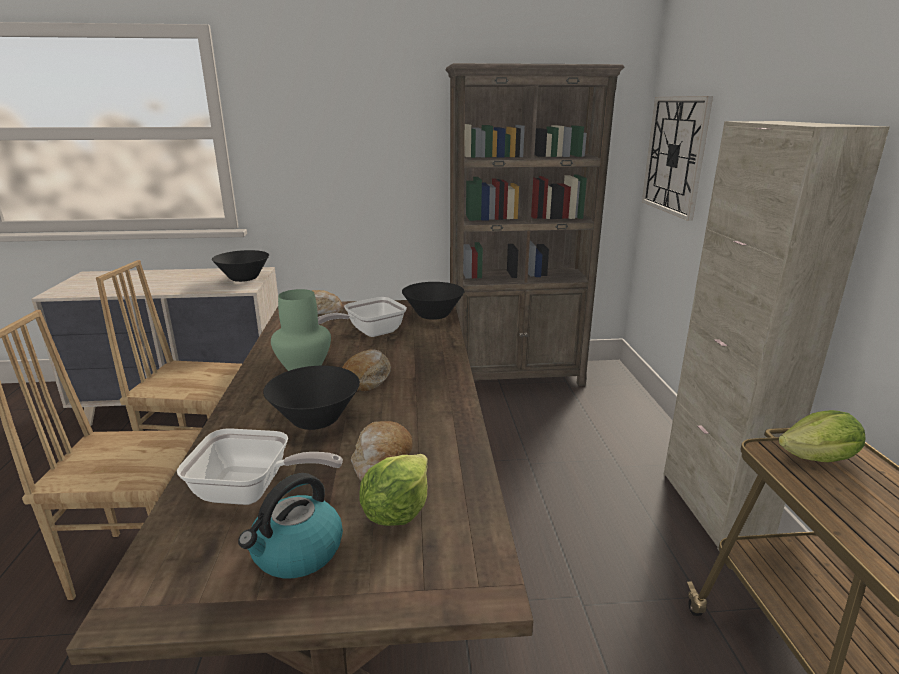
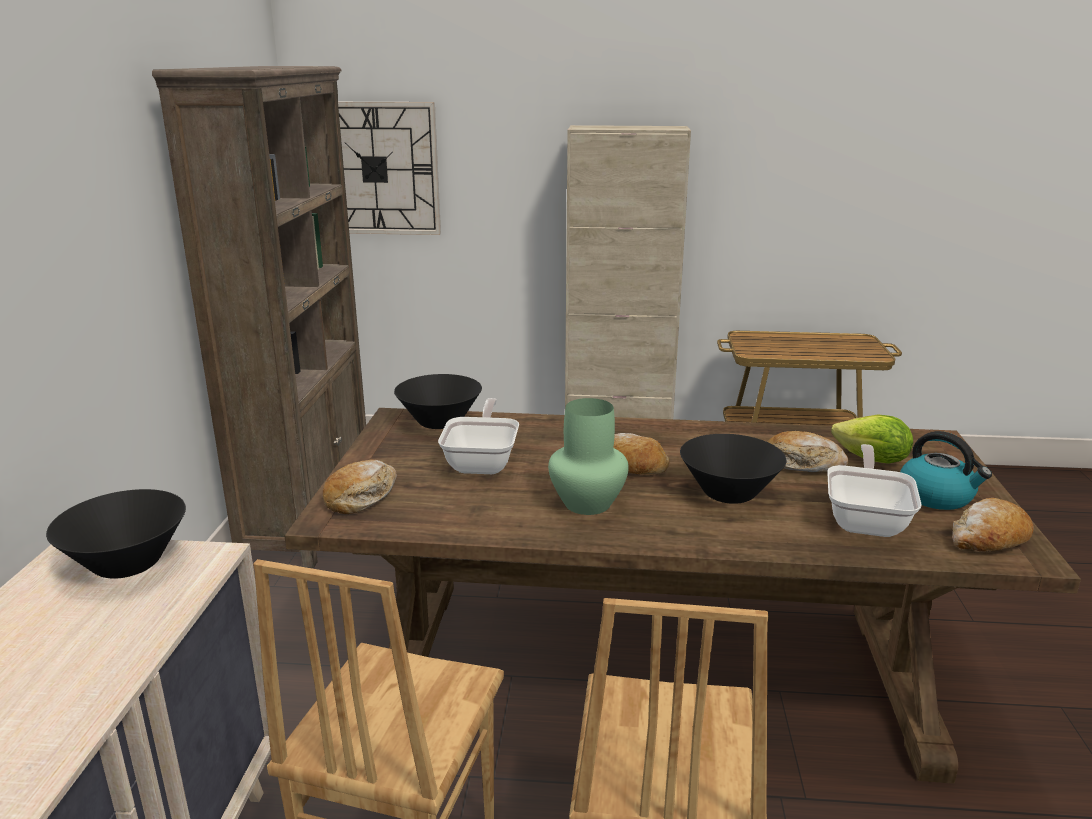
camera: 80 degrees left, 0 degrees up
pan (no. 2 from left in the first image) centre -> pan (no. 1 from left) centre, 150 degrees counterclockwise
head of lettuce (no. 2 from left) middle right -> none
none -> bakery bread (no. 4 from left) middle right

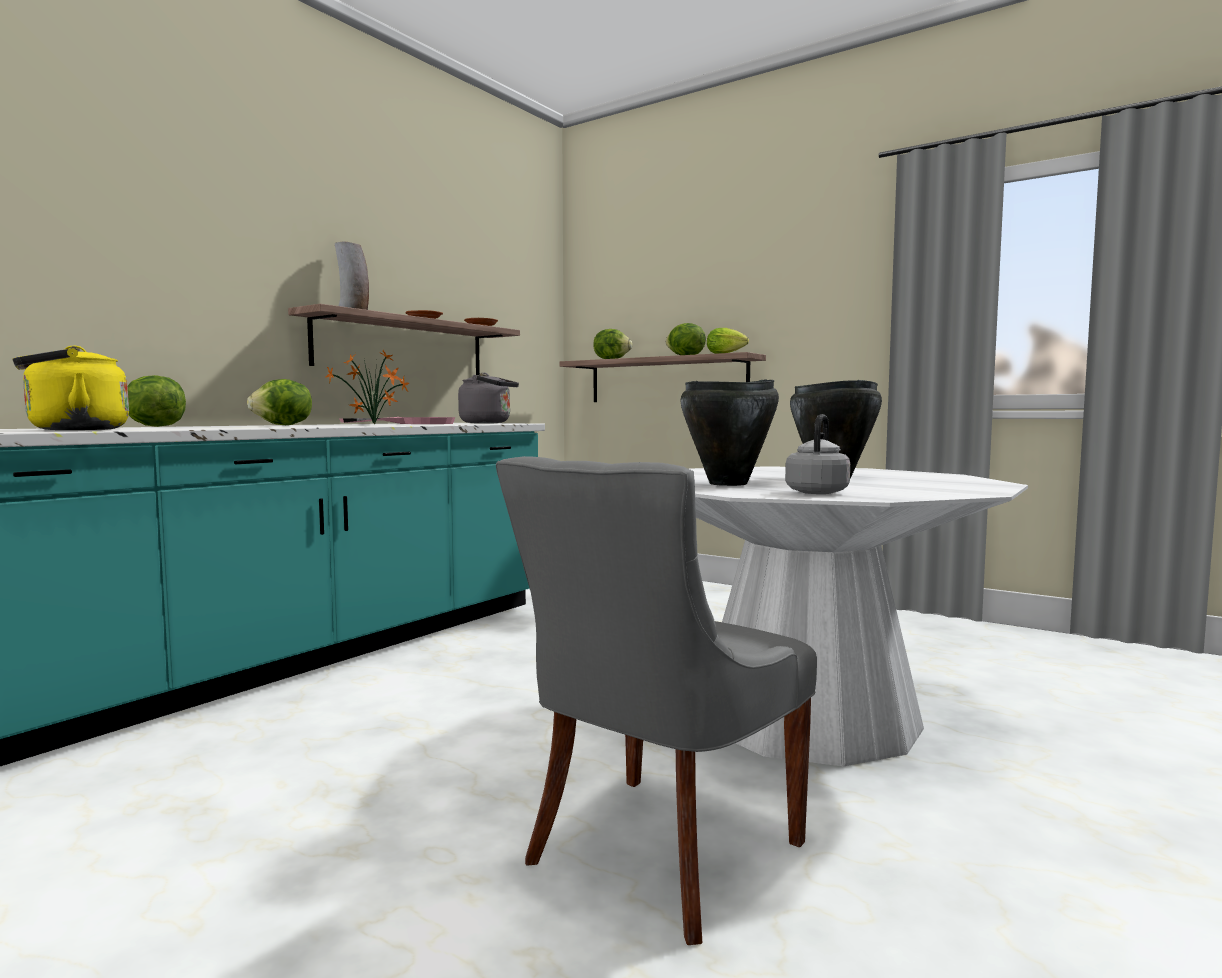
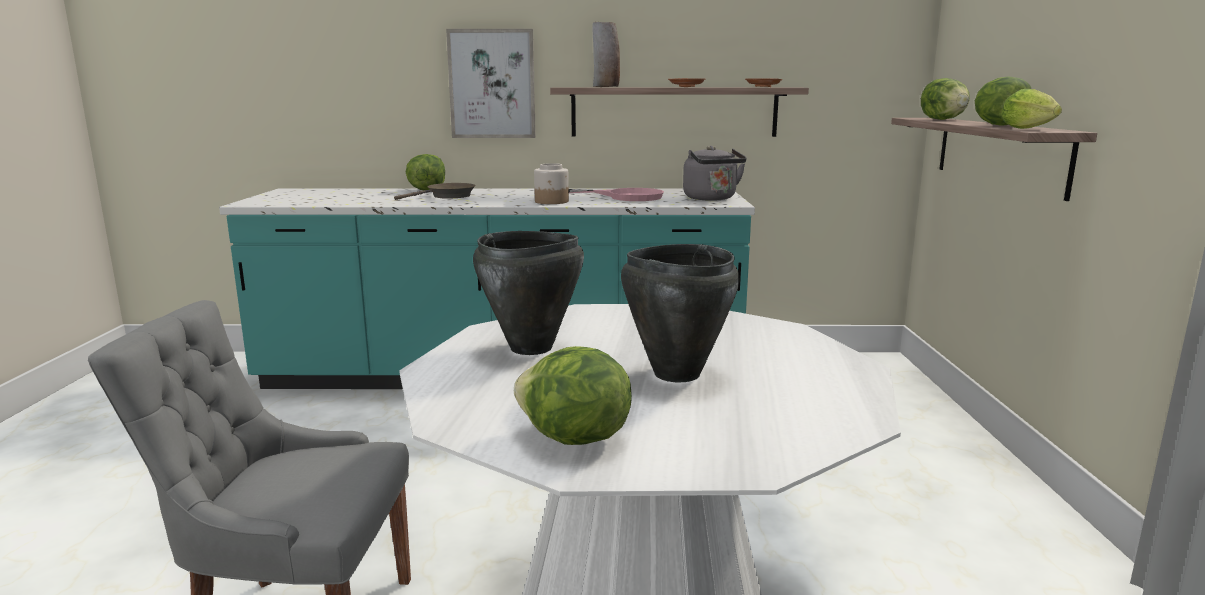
camera: 55 degrees right, 10 degrees up
yellowish tea kettle middle left -> none
head of lettuce (no. 2 from left) middle left -> head of lettuce (no. 2 from left) centre, shifted
plant in a pot middle left -> storage jar top centre
grey tea kettle (no. 2 from left) middle right -> none
none -> brown pan top centre
none -> picture top centre

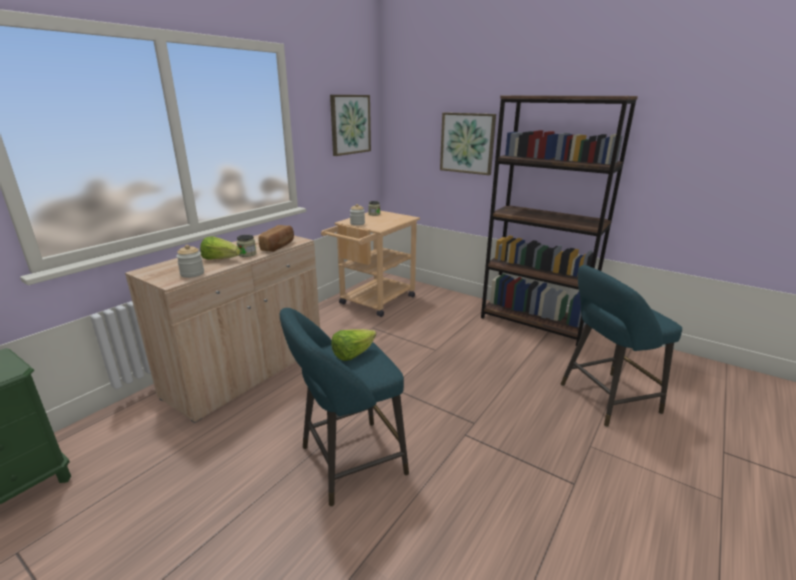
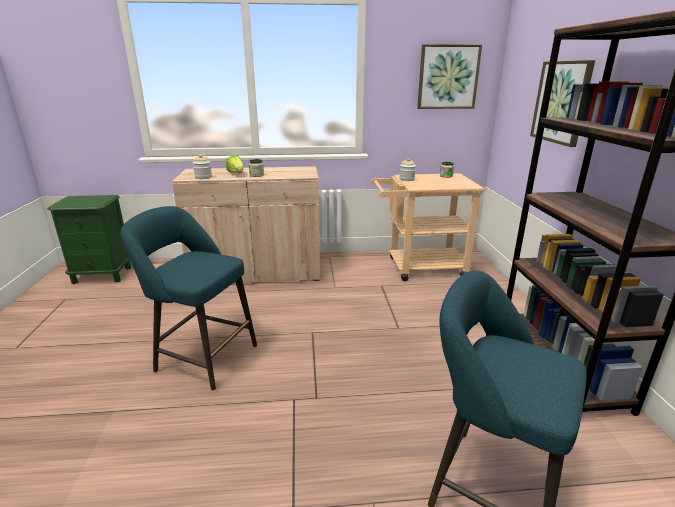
camera: 50 degrees right, 0 degrees up
bakery bread centre -> none
head of lettuce (no. 2 from left) centre -> none

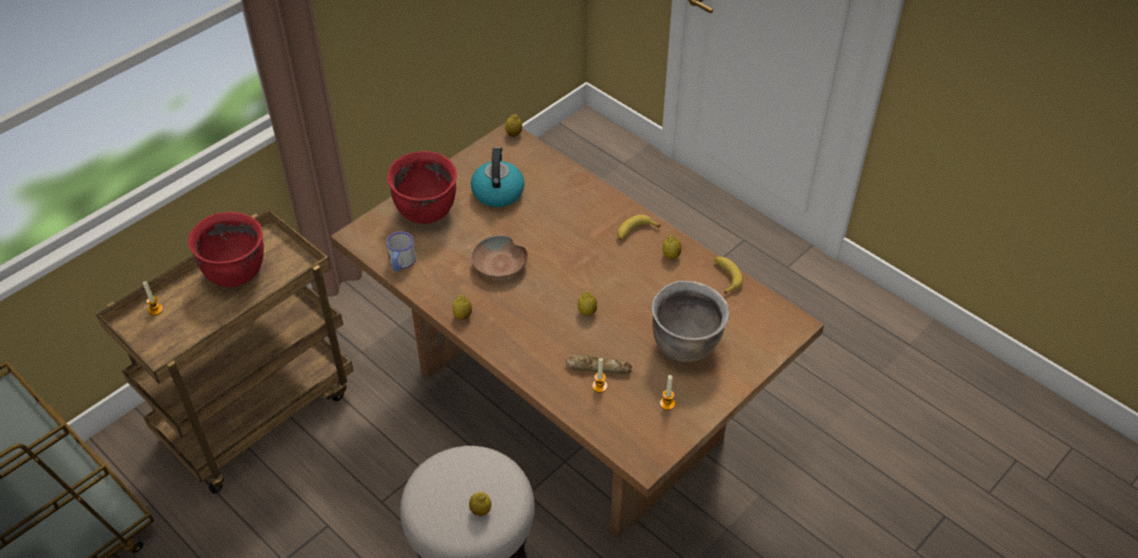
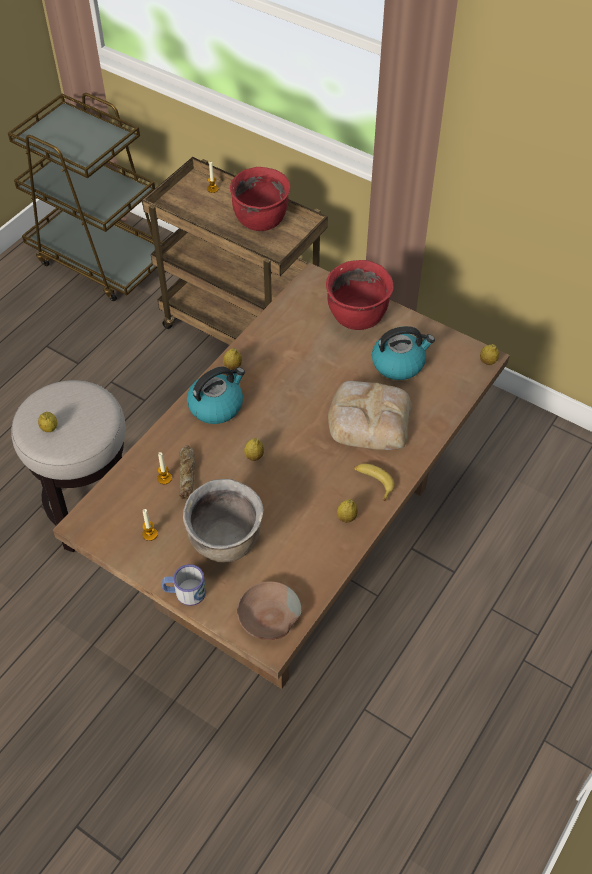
camera: 80 degrees right, 5 degrees up
coffee mug centre -> coffee mug bottom left, shifted
brown deep dish centre -> brown deep dish bottom centre, shifted
whole banana (no. 2 from left) centre -> none
none -> tea kettle (no. 1 from left) centre
none -> bakery bread (no. 2 from left) centre

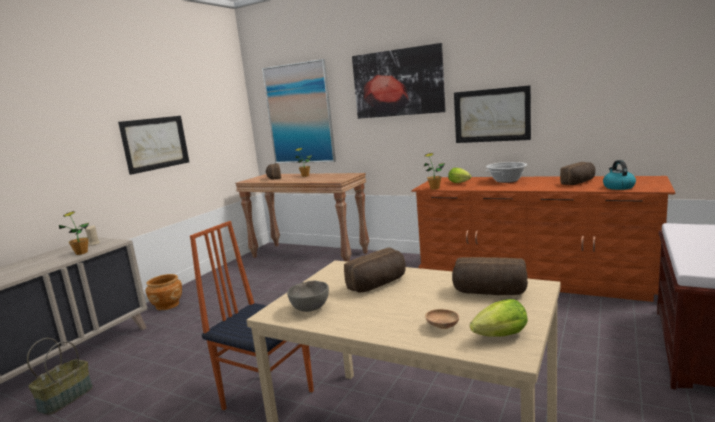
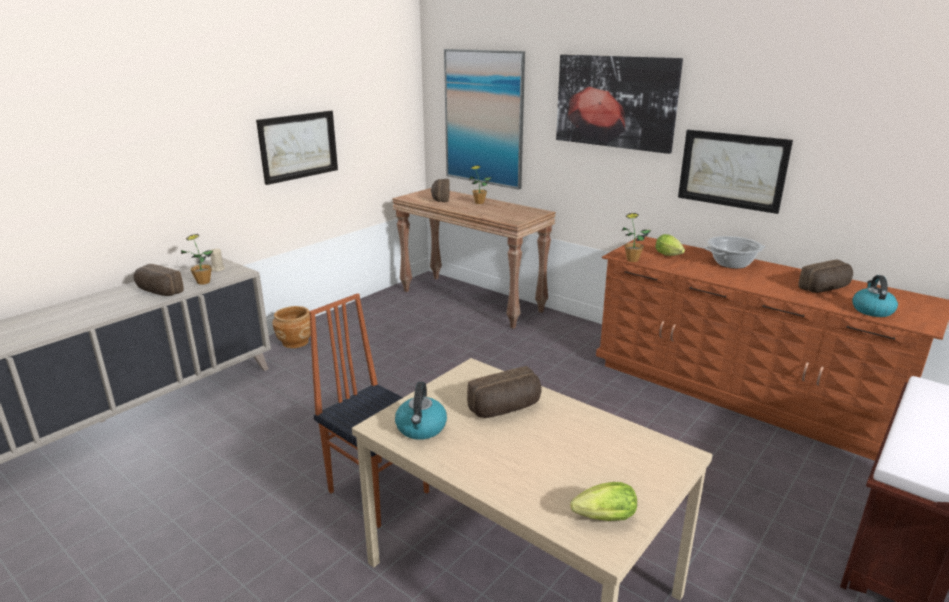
camera: 10 degrees right, 10 degrees up
household basket bottom left -> none
grey deep dish bottom centre -> tea kettle (no. 1 from left) bottom centre
brown deep dish bottom centre -> none
bakery bread (no. 3 from left in the first image) middle right -> bakery bread (no. 1 from left) middle left, shifted

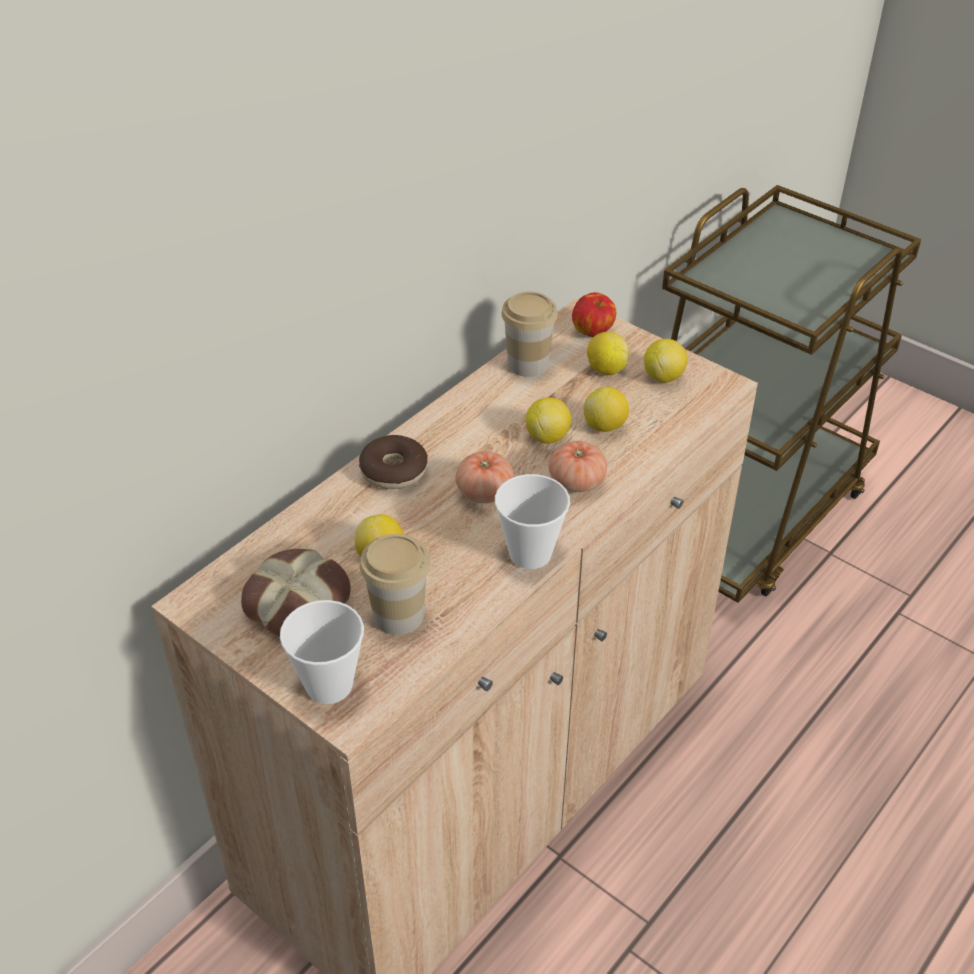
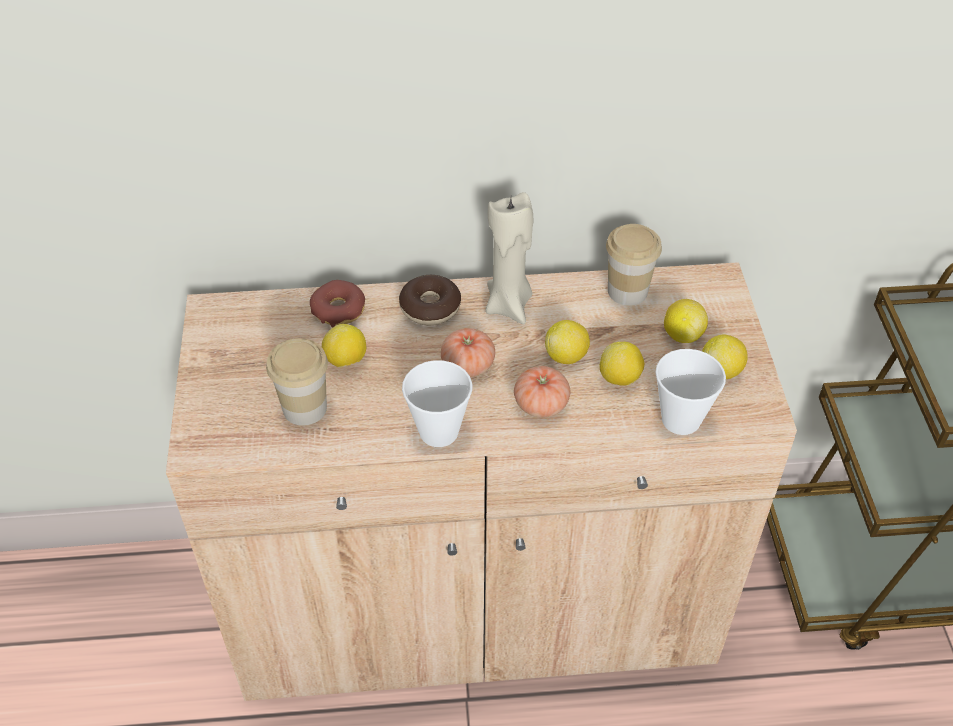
camera: 45 degrees right, 5 degrees up
bakery bread middle left -> none
small cup (no. 1 from left in the first image) bottom left -> small cup (no. 4 from left) middle right, shifted
apple top centre -> none
none -> doughnut (no. 1 from left) centre
none -> beige-coloured candle centre

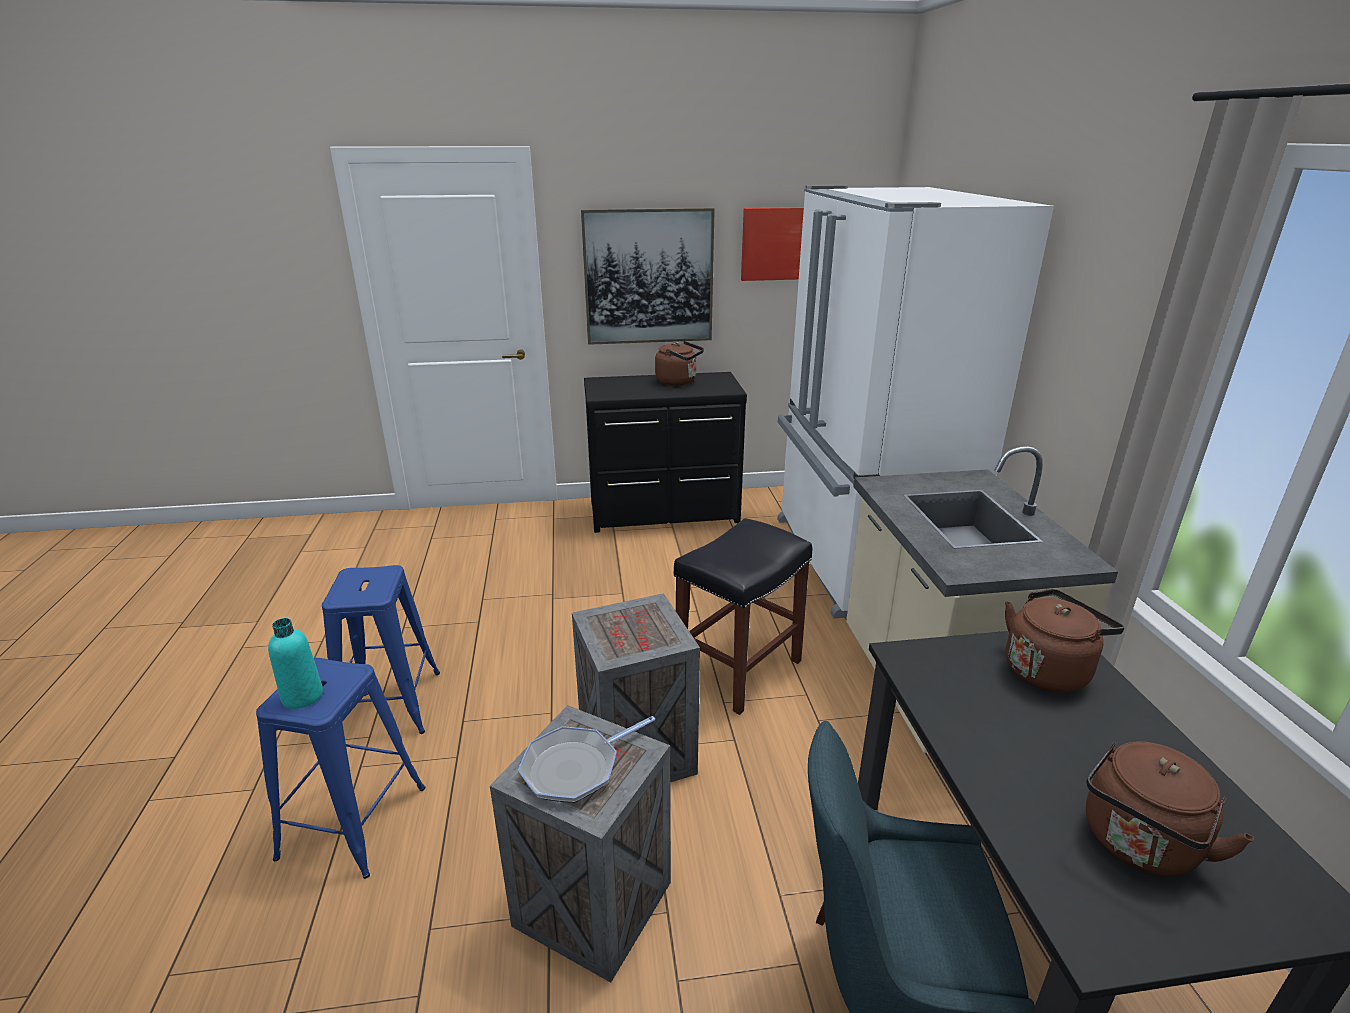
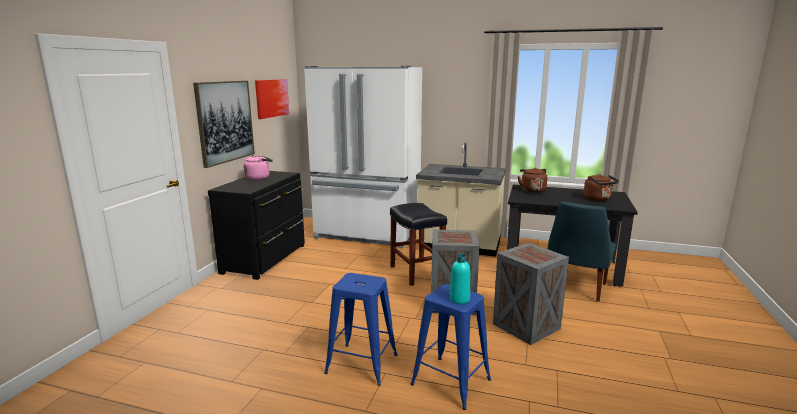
camera: 65 degrees left, 10 degrees down
pan bottom centre -> none
brown tea kettle (no. 1 from left) centre -> pinkish tea kettle middle left

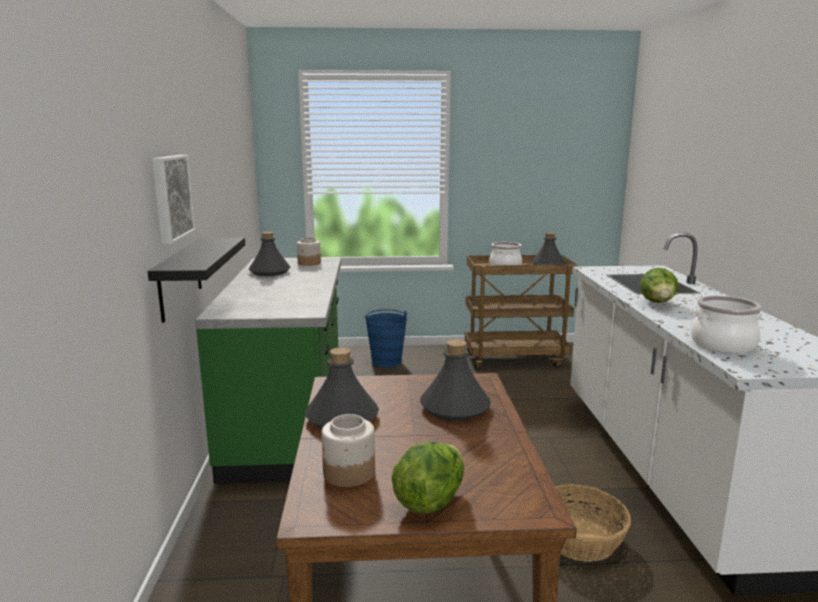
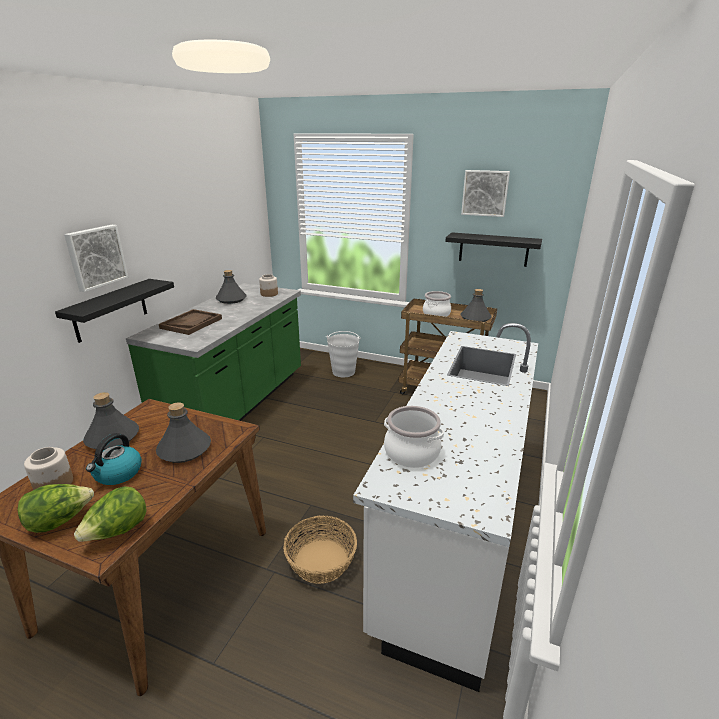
camera: 25 degrees right, 10 degrees up
blue-coloured pail centre -> white pail centre
head of lettuce (no. 2 from left) middle right -> head of lettuce (no. 2 from left) bottom left, shifted
none -> tea kettle middle left
none -> brown serving tray middle left
none -> black bracket shelf (no. 2 from left) middle right
none -> picture (no. 2 from left) top right

